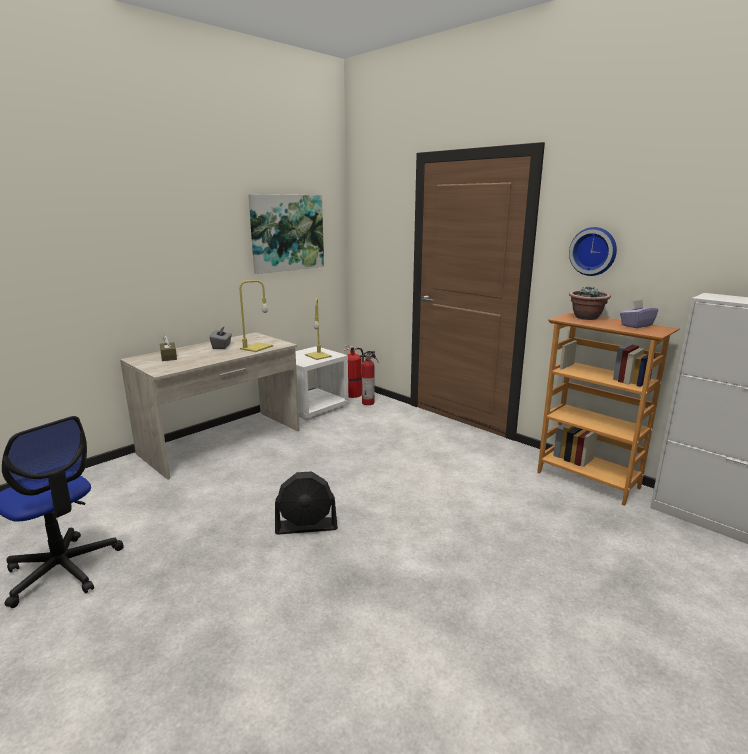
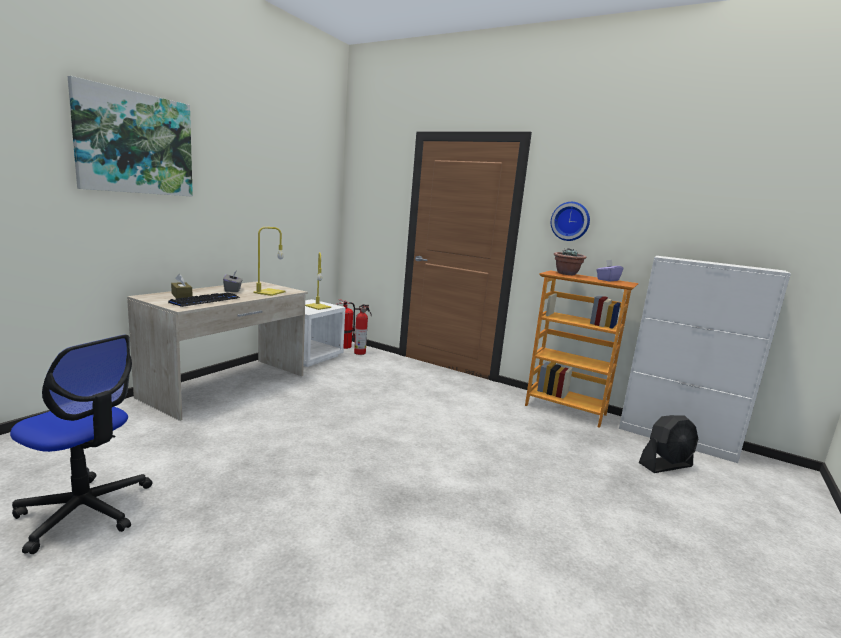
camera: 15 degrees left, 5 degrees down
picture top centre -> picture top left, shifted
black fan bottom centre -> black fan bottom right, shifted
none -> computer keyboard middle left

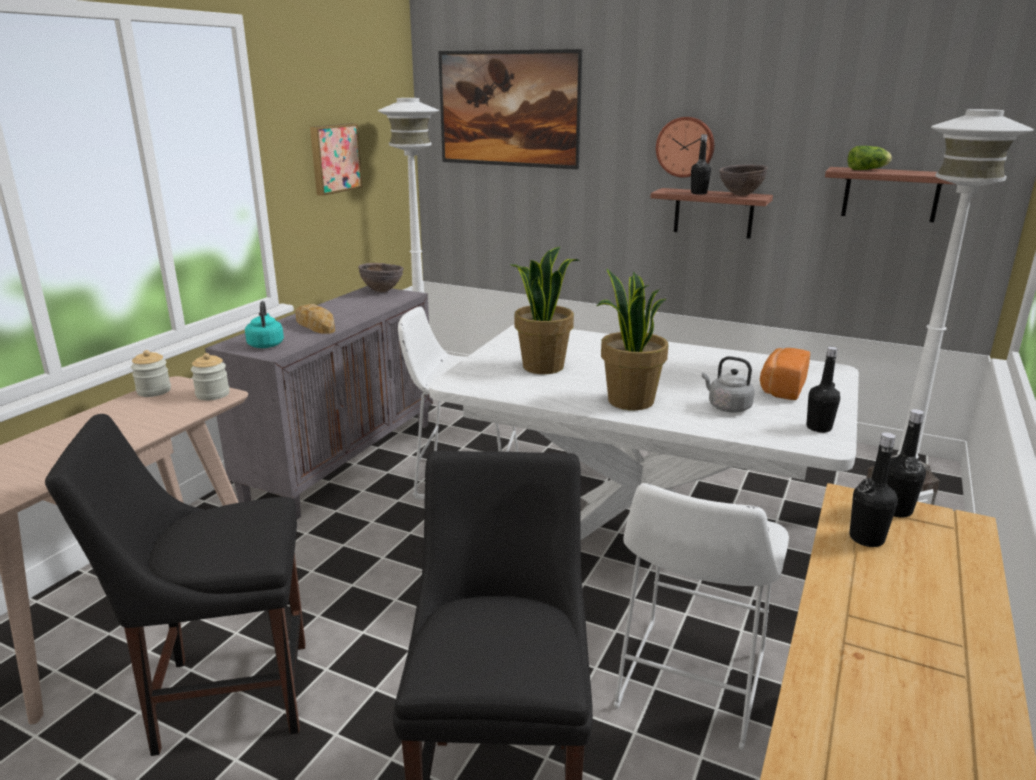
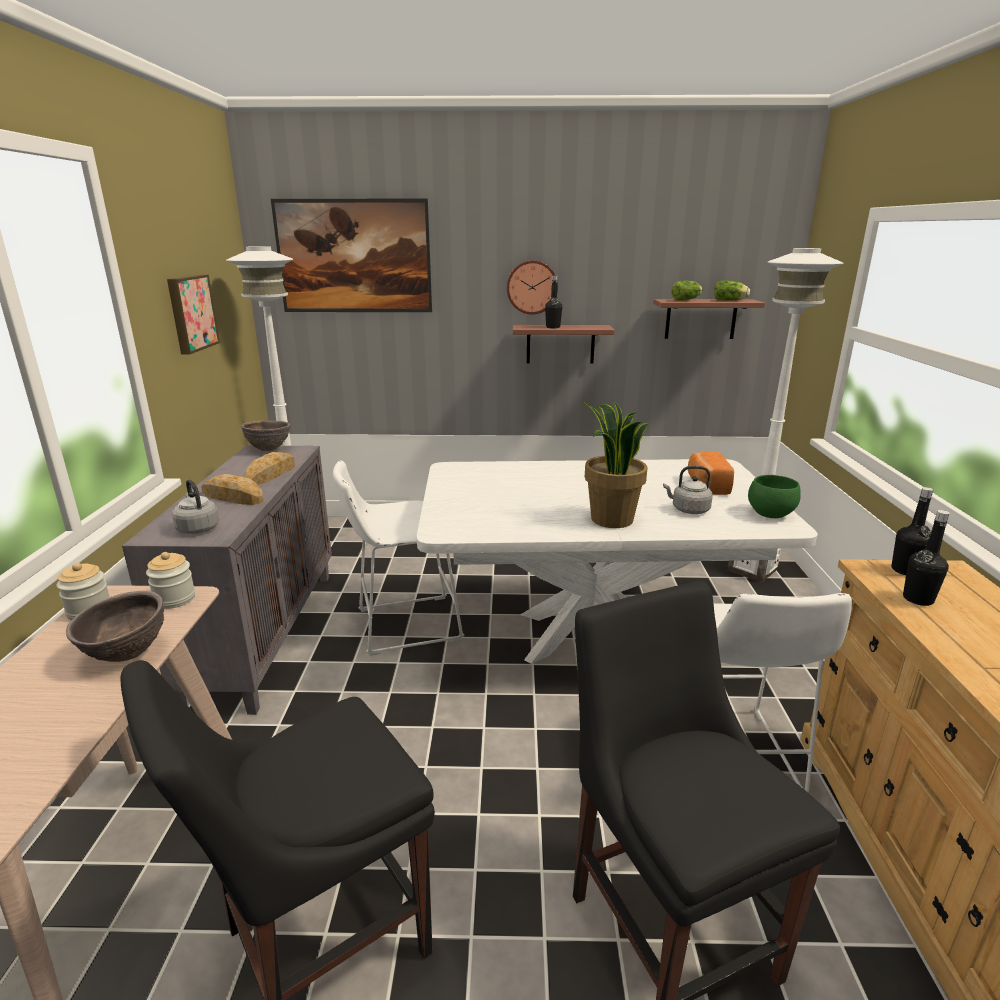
camera: 25 degrees left, 0 degrees up
turquoise tea kettle middle left -> grey tea kettle (no. 1 from left) middle left
plant in a pot (no. 1 from left) centre -> none
brown deep dish (no. 2 from left in the first image) top right -> brown deep dish (no. 1 from left) middle left, shifted
black drink bottle (no. 2 from left) middle right -> green-coloured deep dish middle right
none -> bakery bread (no. 2 from left) middle left
none -> head of lettuce (no. 2 from left) top right

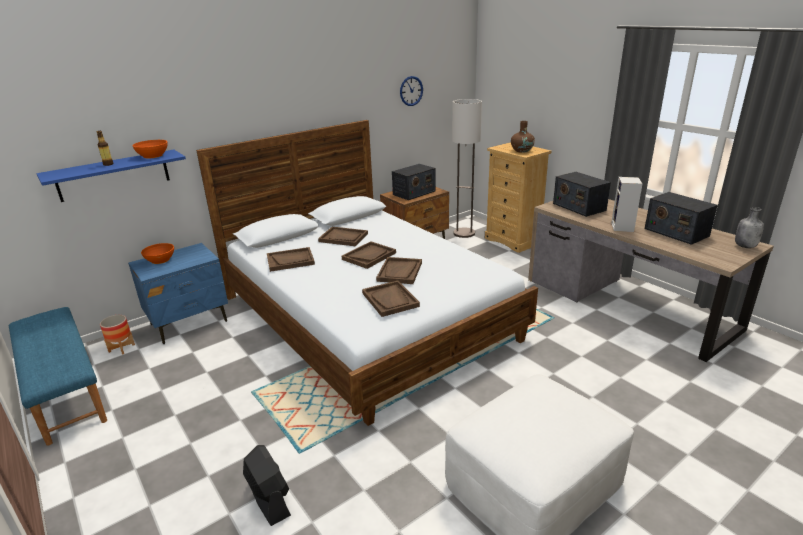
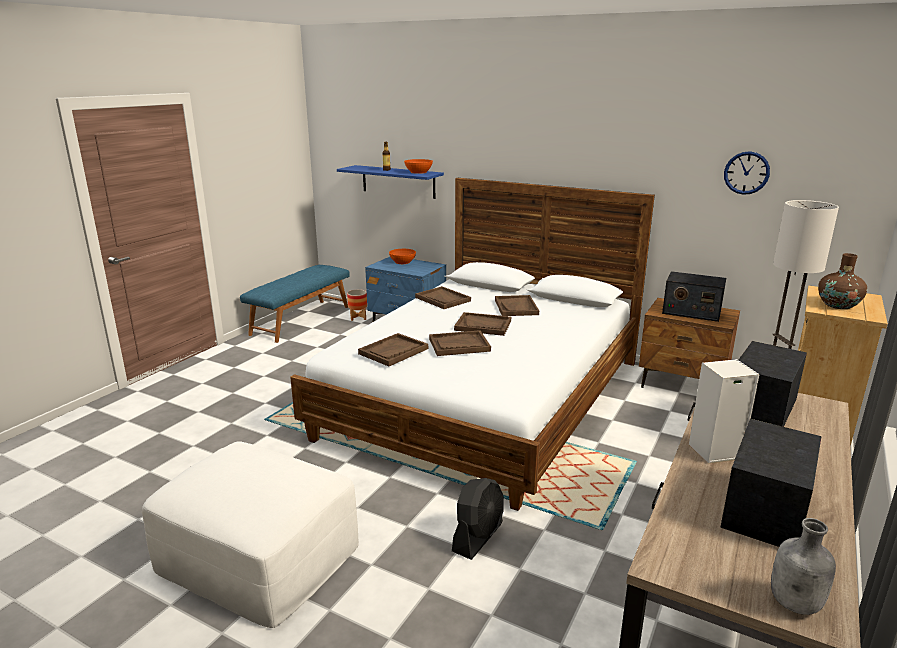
camera: 65 degrees right, 5 degrees down
black fan bottom left -> black fan bottom centre, shifted

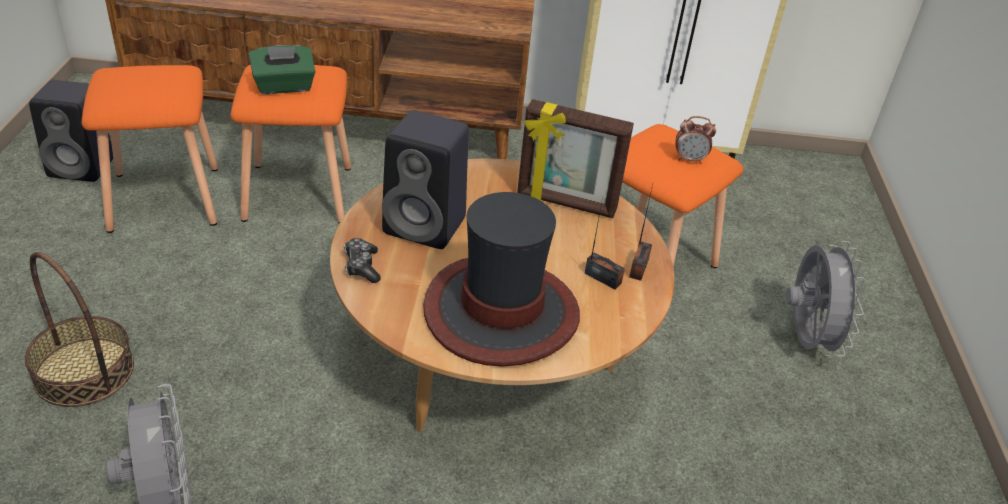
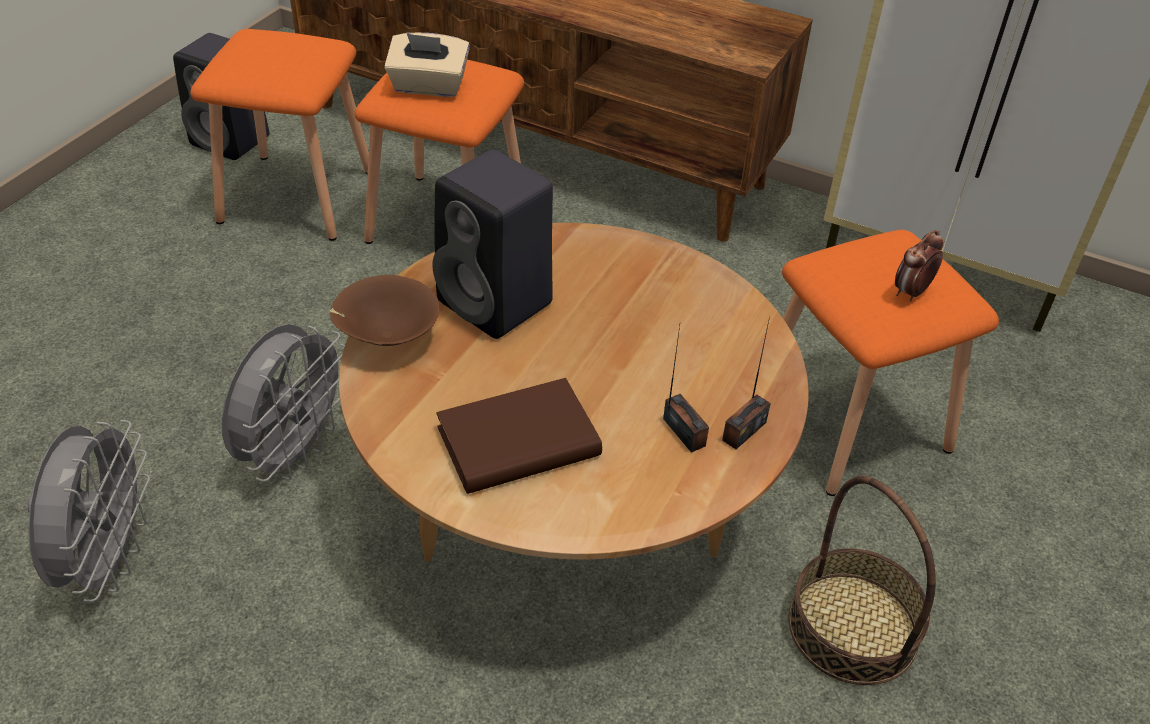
camera: 25 degrees right, 5 degrees up
household basket middle left -> household basket bottom right, shifted
green-coloured box of tissues top left -> beige-coloured box of tissues top centre
joypad centre -> brown deep dish centre
hat centre -> brown book centre
standing frame top centre -> none
bedside clock top right -> bedside clock middle right, 105 degrees clockwise
grey fan (no. 2 from left) middle right -> grey fan (no. 2 from left) middle left, shifted

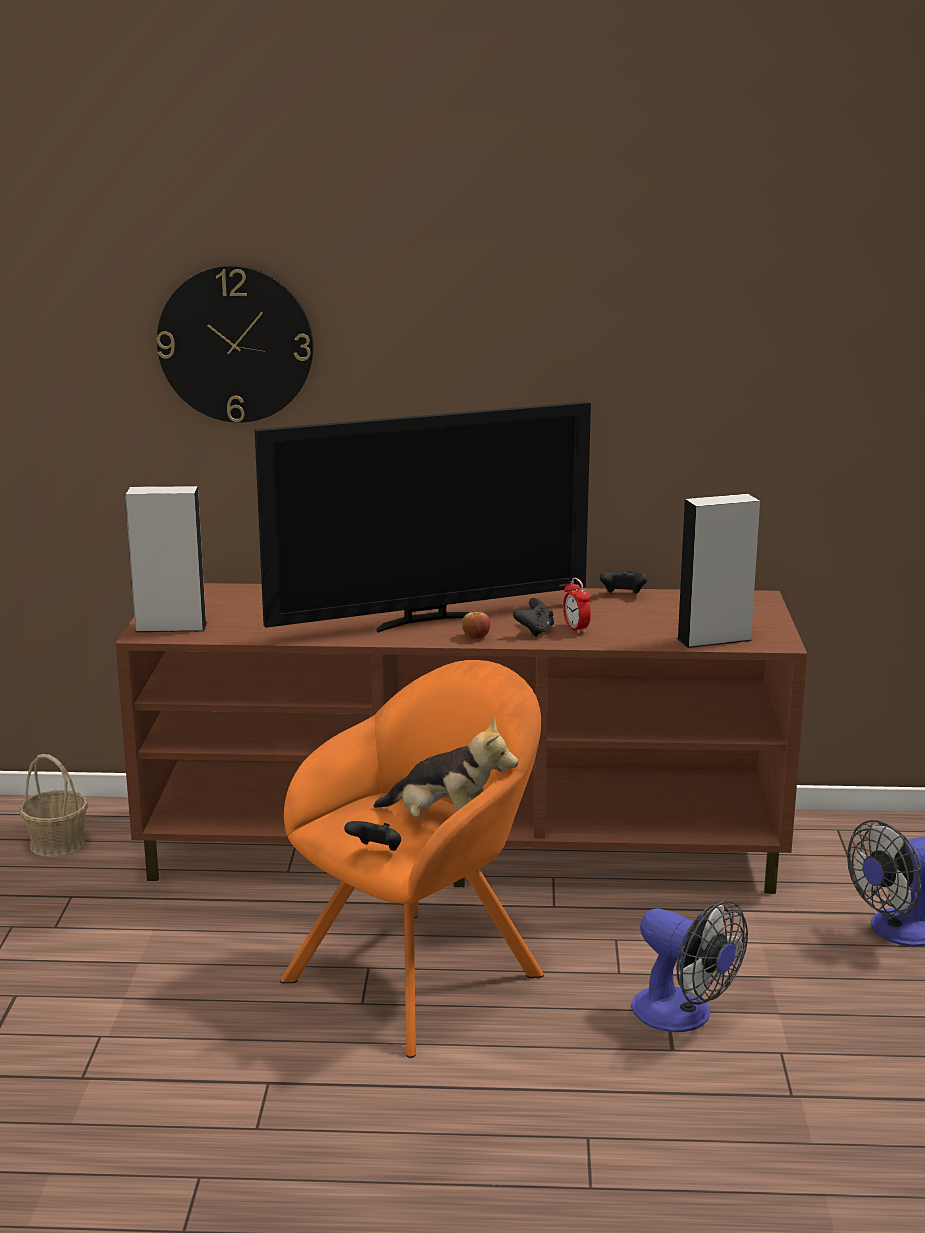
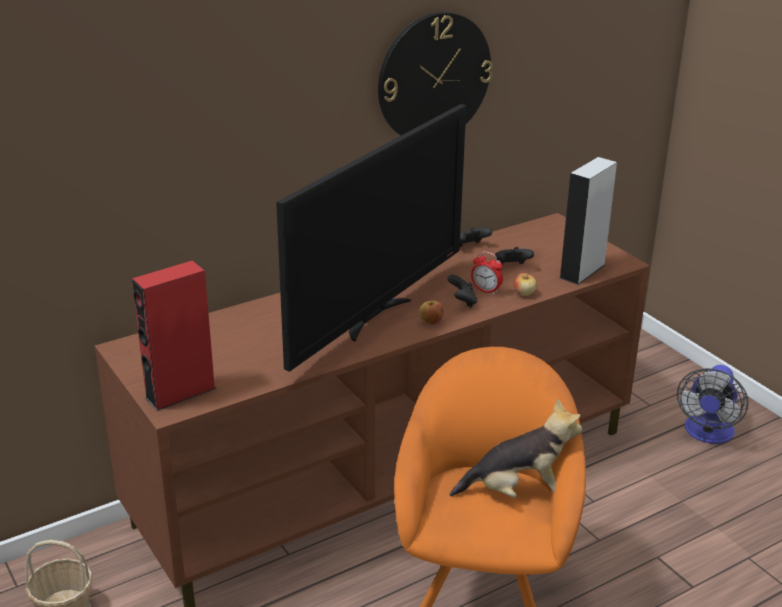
camera: 35 degrees left, 10 degrees up
grey audio speaker (no. 1 from left) middle left -> reddish audio speaker middle left
clock on the wall top left -> clock on the wall top centre, shifted
black joypad (no. 1 from left in the first image) bottom centre -> black joypad (no. 3 from left) centre, shifted
fan (no. 1 from left) bottom right -> none
none -> apple (no. 2 from left) middle right

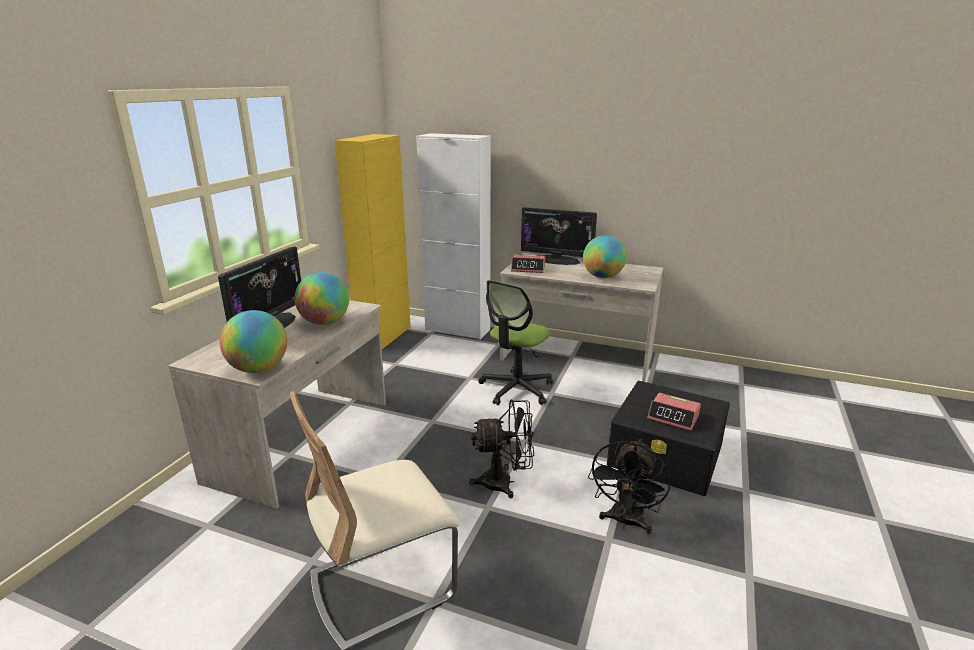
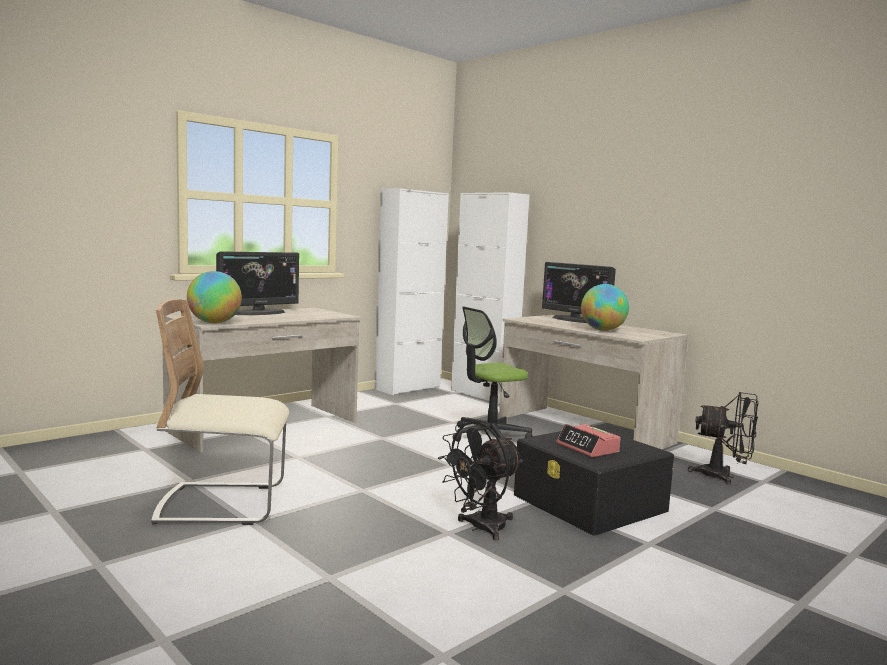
camera: 25 degrees right, 15 degrees down
globe (no. 2 from left) middle left -> none
yellowish storage cabinet centre -> white storage cabinet (no. 1 from left) centre
black fan (no. 1 from left in the first image) bottom centre -> black fan (no. 2 from left) middle right, shifted
bedside clock (no. 1 from left) centre -> none

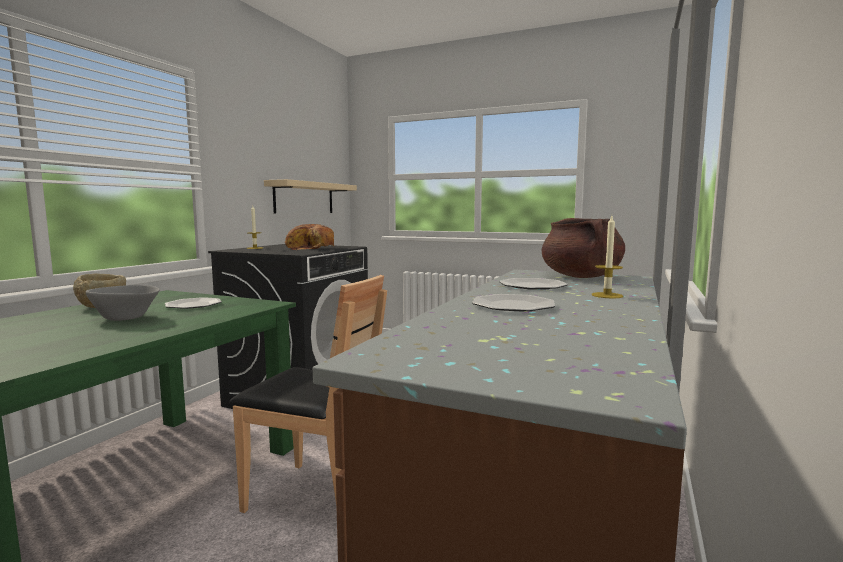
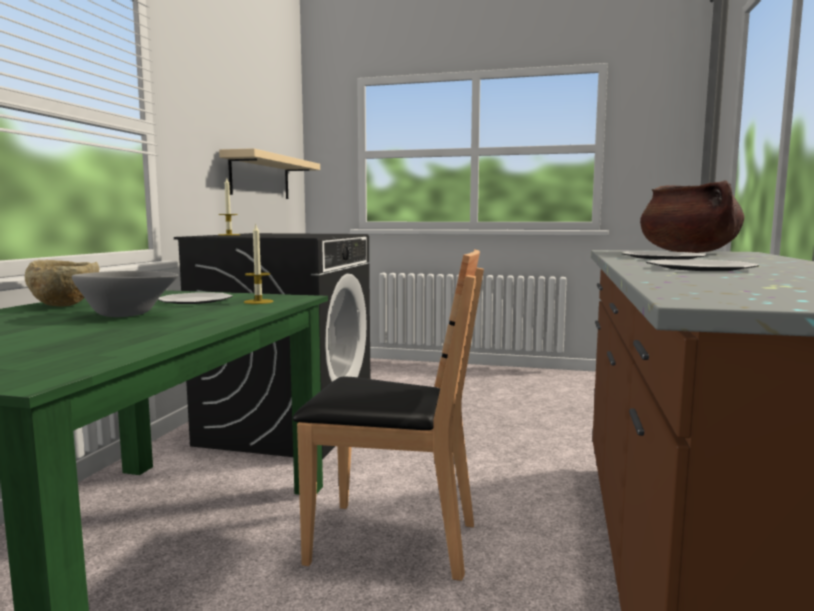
camera: 10 degrees left, 0 degrees up
bakery bread centre -> none
candle (no. 2 from left) middle right -> candle (no. 2 from left) middle left, shifted

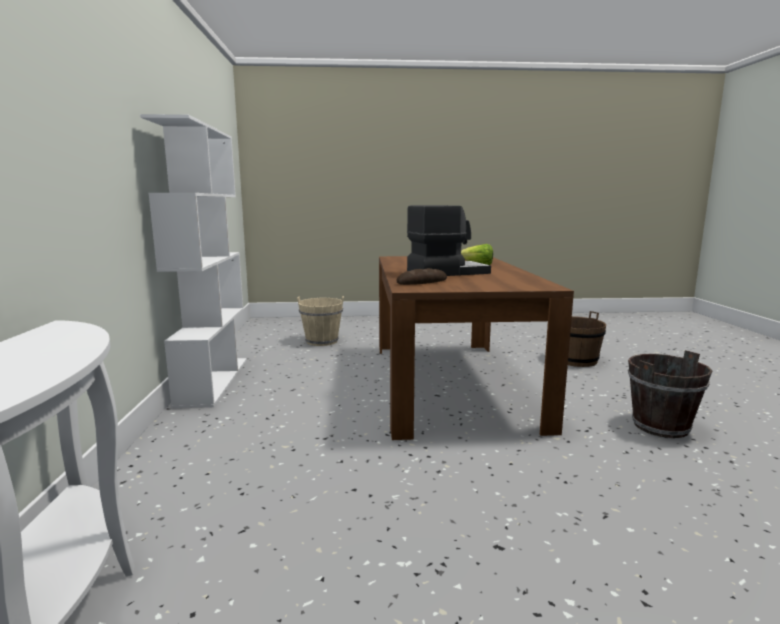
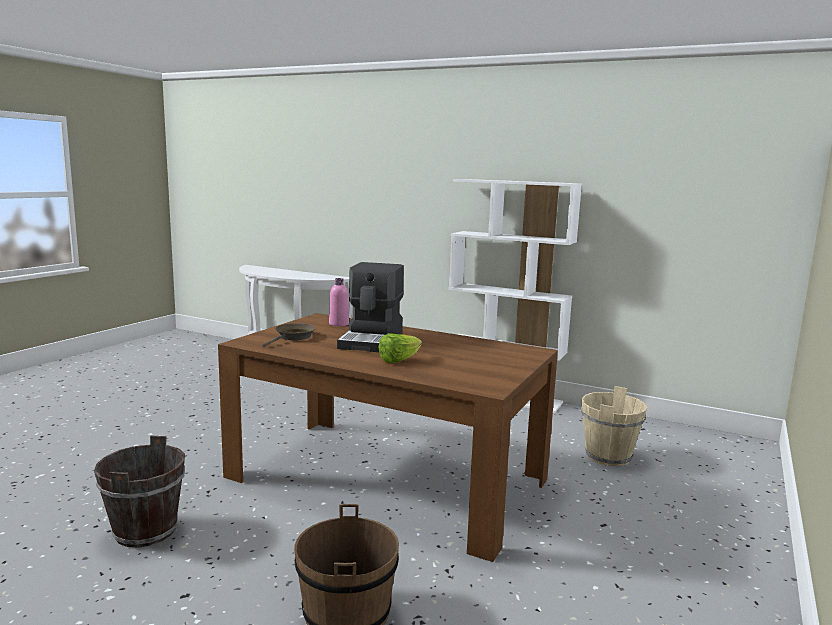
camera: 120 degrees right, 0 degrees up
bakery bread centre -> pinkish drink bottle centre
none -> brown pan centre

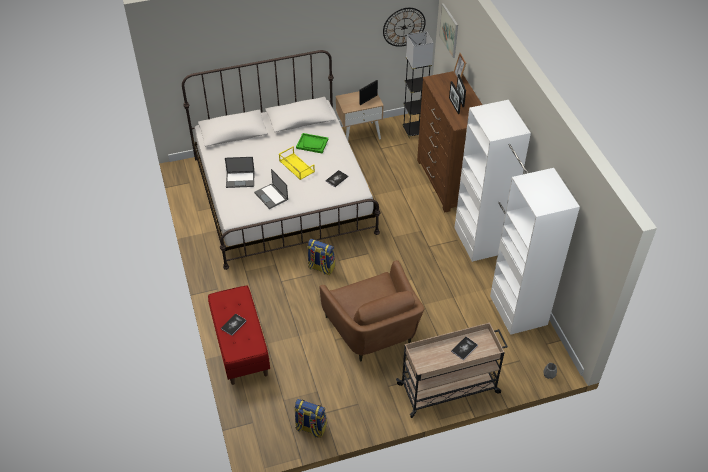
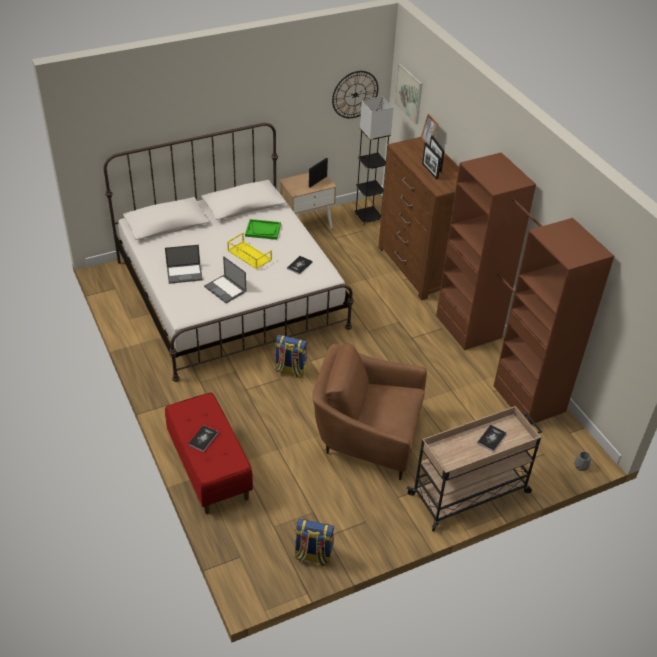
camera: 10 degrees left, 5 degrees down
brown lounge chair centre, 135 degrees clockwise
white wardrobe middle right -> brown wardrobe middle right

